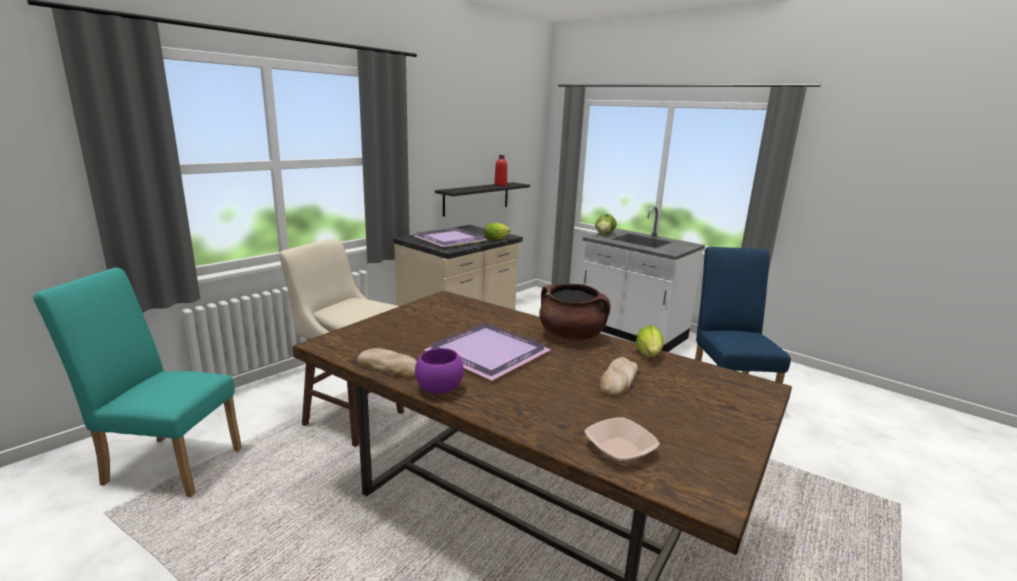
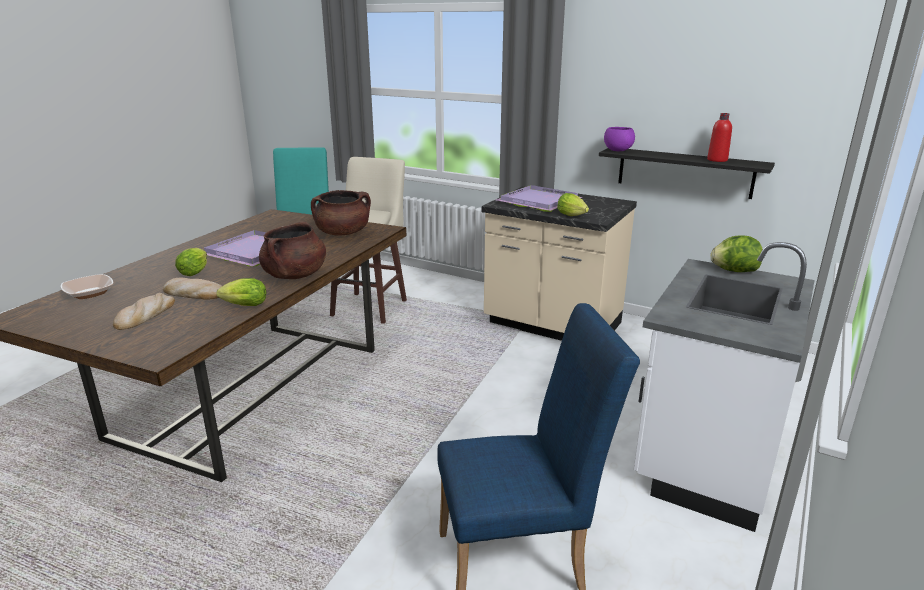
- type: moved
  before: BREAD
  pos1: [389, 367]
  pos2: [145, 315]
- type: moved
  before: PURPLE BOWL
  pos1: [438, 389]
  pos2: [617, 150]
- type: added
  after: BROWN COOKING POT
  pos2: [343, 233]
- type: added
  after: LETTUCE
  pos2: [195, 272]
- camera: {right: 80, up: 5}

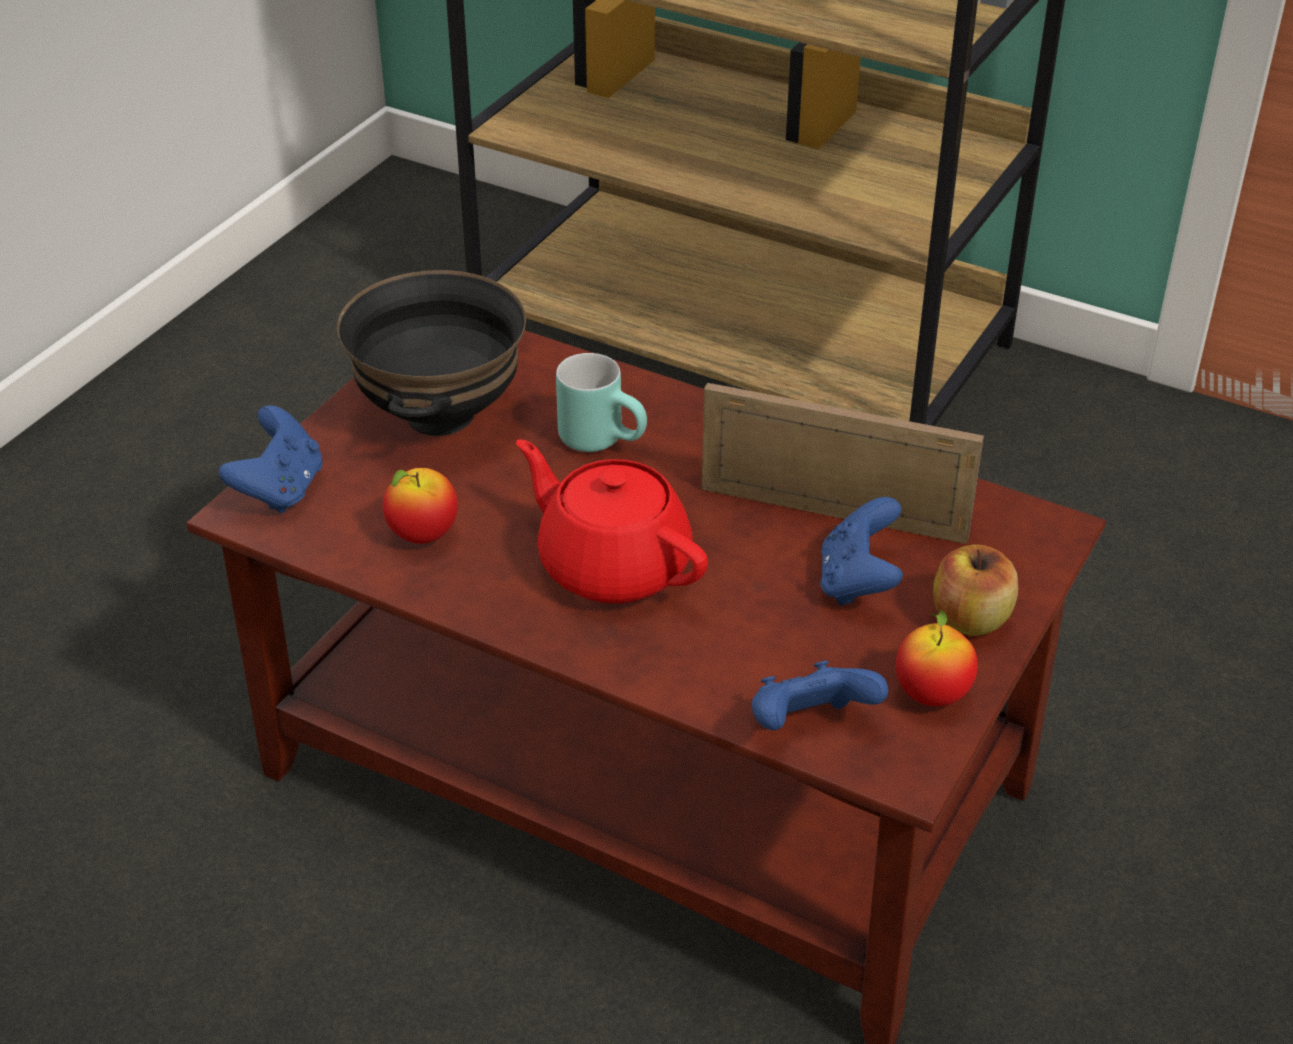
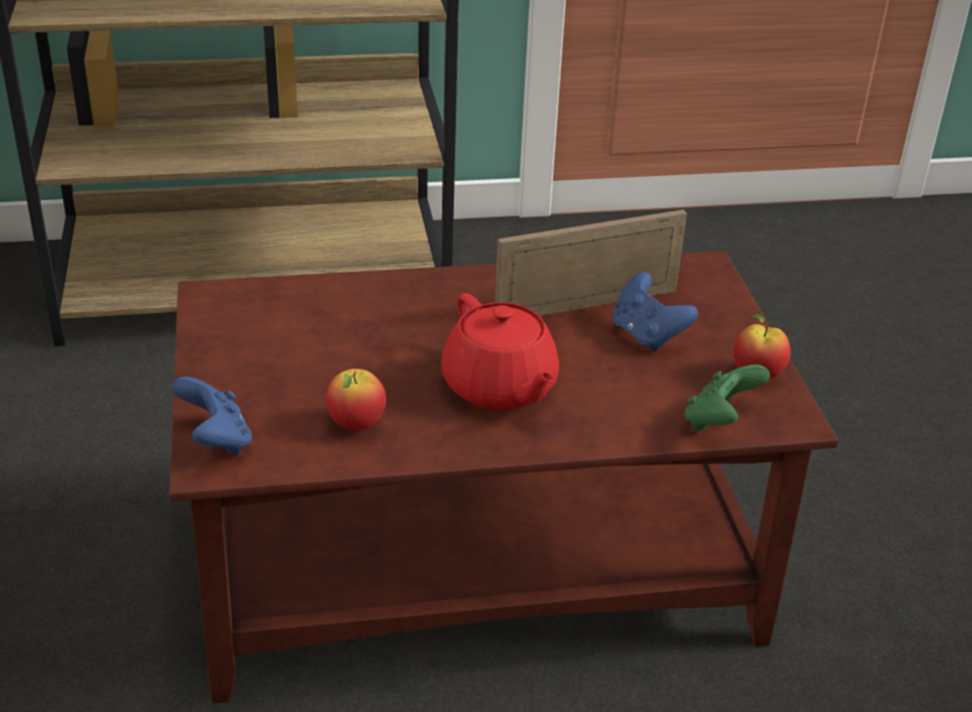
- type: removed
  before: BLACK BOWL
  pos1: [438, 415]
- type: removed
  before: TURQUOISE MUG
  pos1: [605, 439]
- type: turned
  before: RED TEAPOT
  pos1: [612, 565]
  pos2: [499, 388]
  turn: -120
- type: removed
  before: APPLE
  pos1: [971, 619]
- type: recoloured
  before: BLUE GAME CONTROLLER
  after: GREEN GAME CONTROLLER
  pos1: [809, 726]
  pos2: [719, 422]
- camera: {right: -40, up: -5}

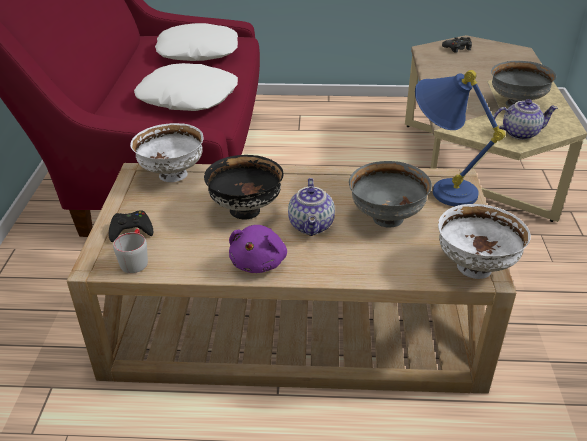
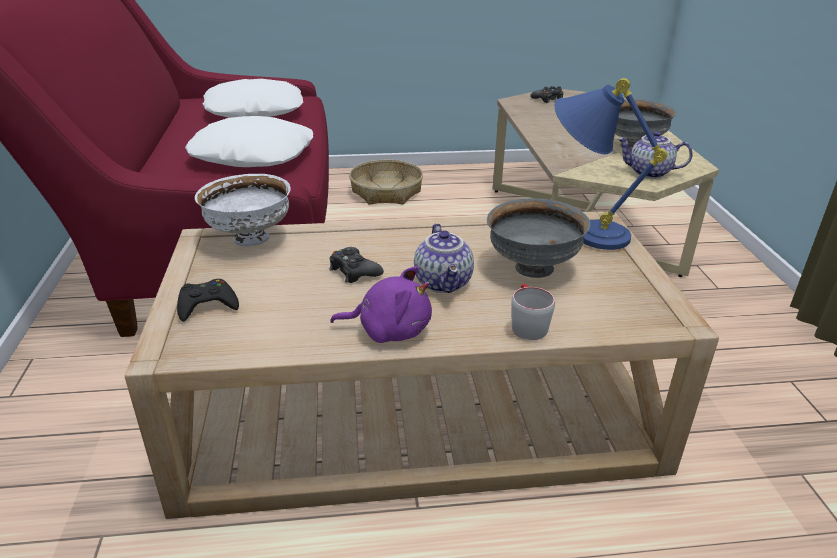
- type: turned
  before: TEAPOT
  pos1: [520, 133]
  pos2: [648, 173]
  turn: -150
- type: replaced
  before: BLACK BOWL
  after: BLACK GAME CONTROLLER
  pos1: [245, 210]
  pos2: [354, 271]
- type: removed
  before: WHITE BOWL
  pos1: [474, 266]
- type: turned
  before: PURPLE PLUSH TOY
  pos1: [259, 262]
  pos2: [389, 330]
  turn: -90
- type: moved
  before: GREY MUG
  pos1: [135, 259]
  pos2: [526, 324]
- type: added
  after: BASKET
  pos2: [386, 192]
- camera: {right: -10, up: -5}

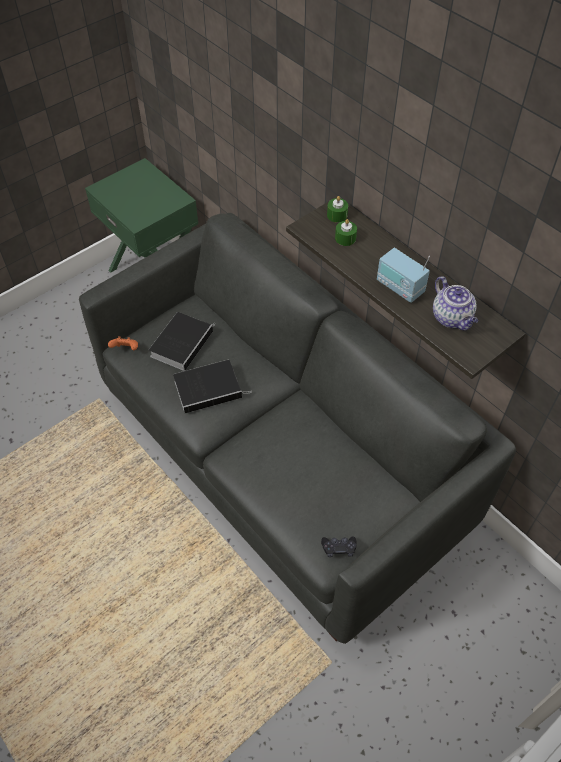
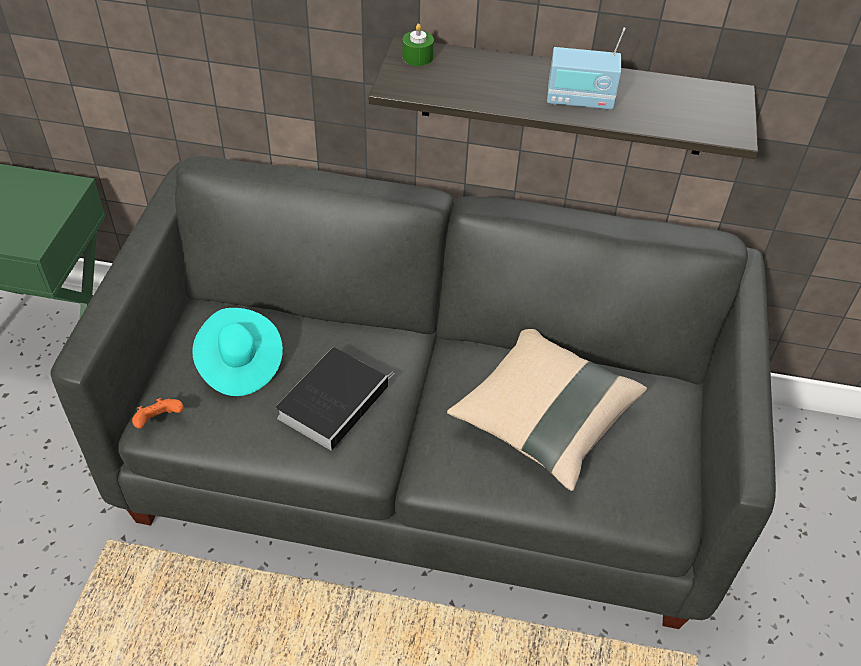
- type: removed
  before: GREEN CANDLE
  pos1: [345, 238]
- type: removed
  before: TEAPOT
  pos1: [452, 318]
- type: replaced
  before: BOOK
  after: TURQUOISE HAT
  pos1: [182, 342]
  pos2: [239, 365]
- type: removed
  before: BLACK GAME CONTROLLER
  pos1: [339, 548]
- type: added
  after: BEIGE PILLOW
  pos2: [544, 419]
- camera: {right: -40, up: -5}

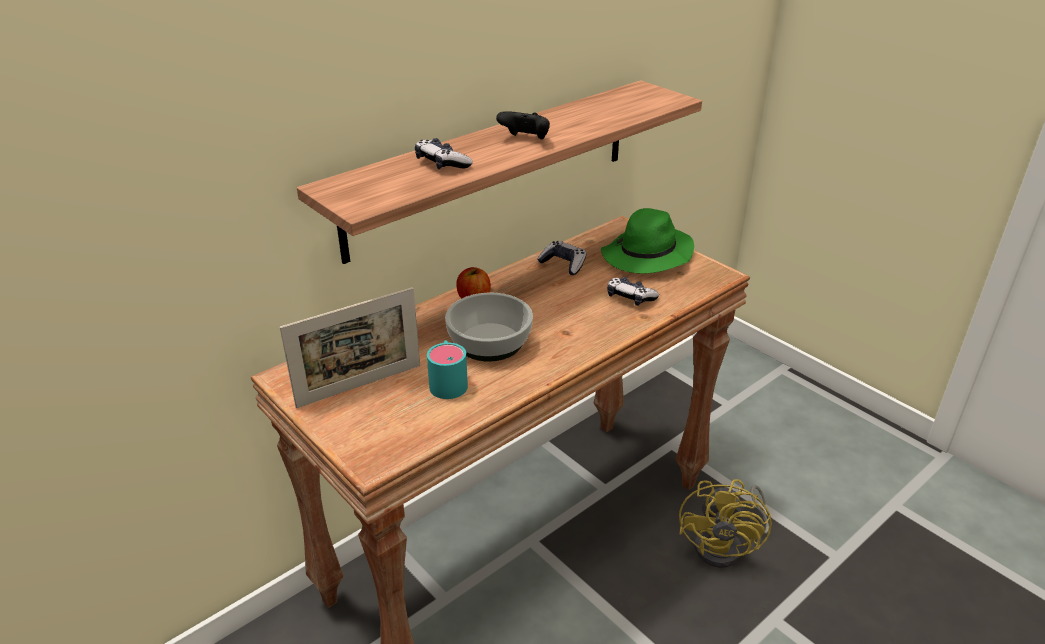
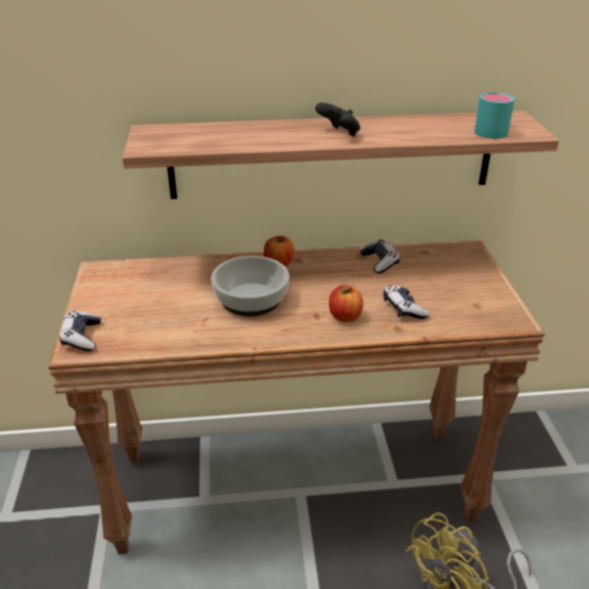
- type: moved
  before: GAME CONTROLLER
  pos1: [442, 163]
  pos2: [81, 337]
- type: removed
  before: GREEN HAT
  pos1: [647, 256]
- type: removed
  before: PICTURE FRAME
  pos1: [360, 385]
- type: moved
  before: TURQUOISE MUG
  pos1: [448, 381]
  pos2: [493, 130]
- type: added
  after: APPLE
  pos2: [345, 316]
- camera: {right: 35, up: 0}

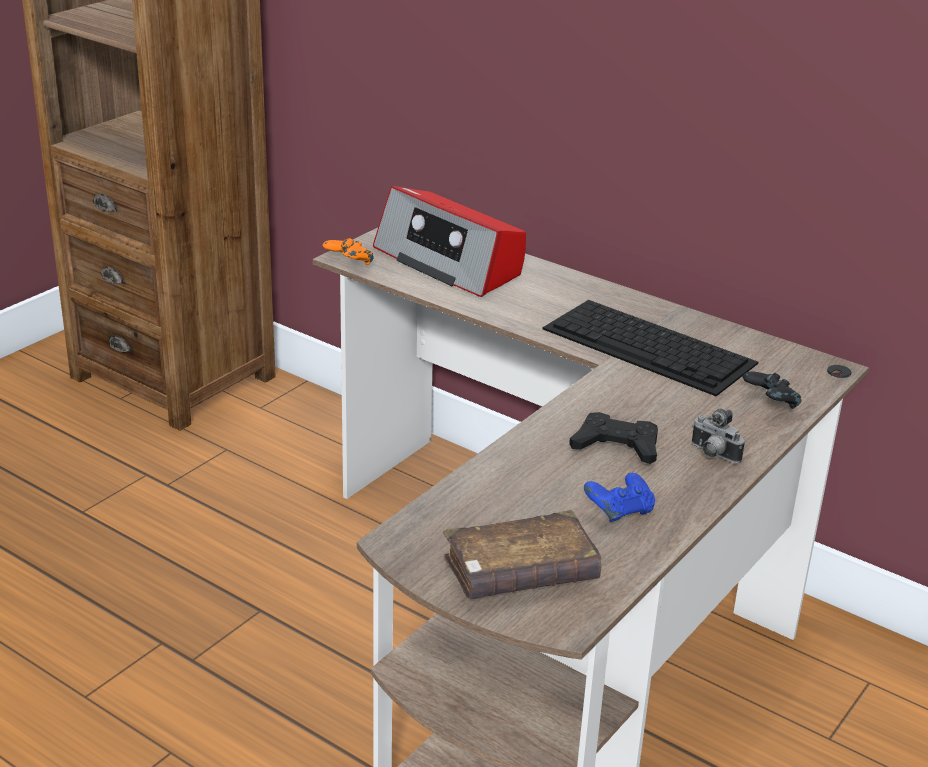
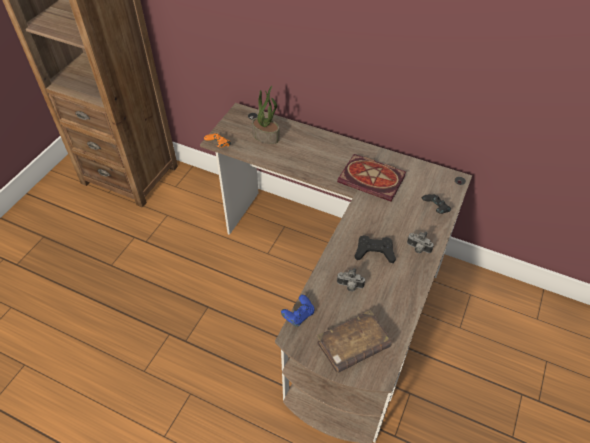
- type: replaced
  before: RADIO
  after: POTTED PLANT
  pos1: [450, 262]
  pos2: [266, 136]
- type: replaced
  before: KEYBOARD
  after: BOOK
  pos1: [650, 346]
  pos2: [373, 179]
- type: moved
  before: BLUE GAME CONTROLLER
  pos1: [619, 512]
  pos2: [298, 315]
- type: added
  after: PHOTO CAMERA
  pos2: [349, 286]
- camera: {right: -10, up: 20}

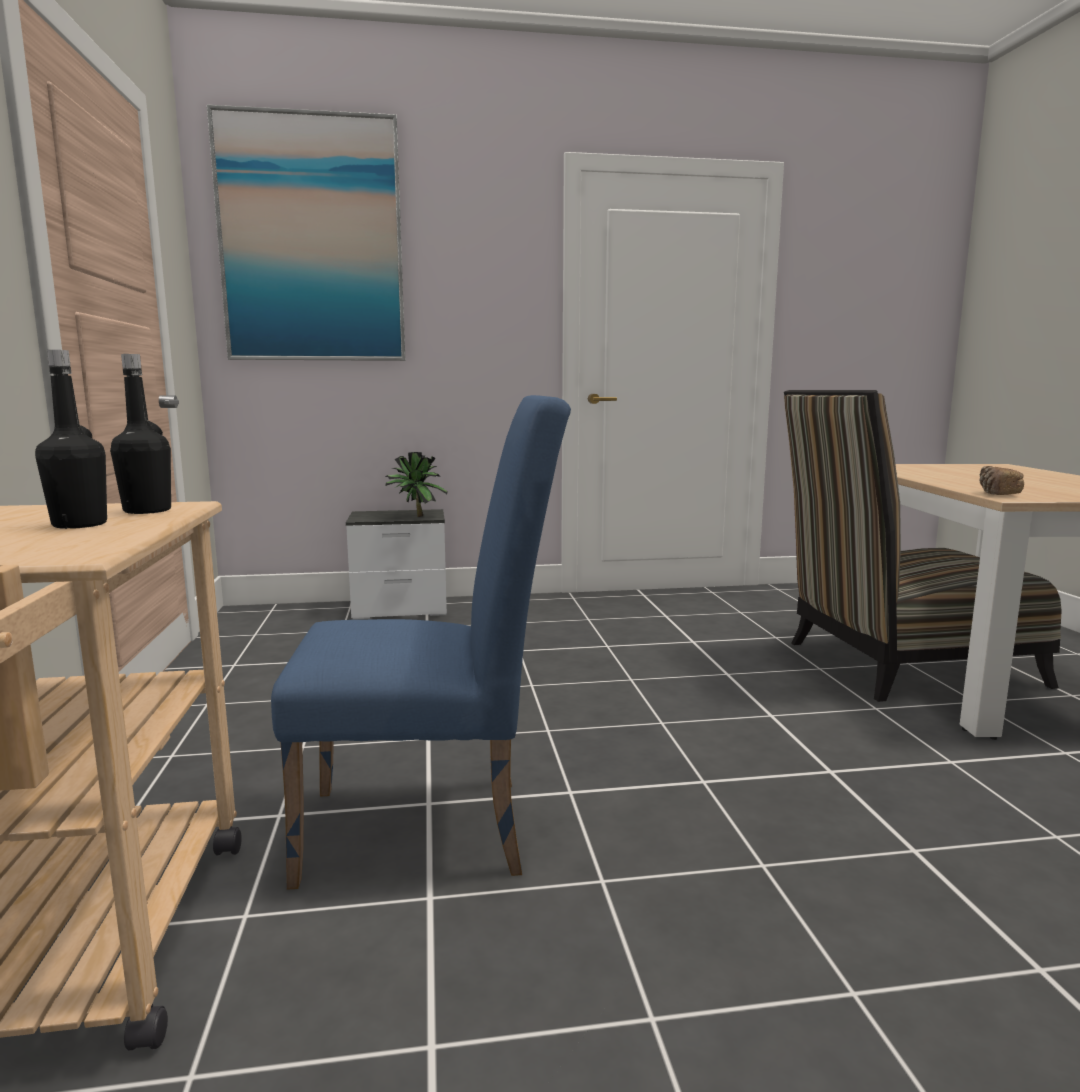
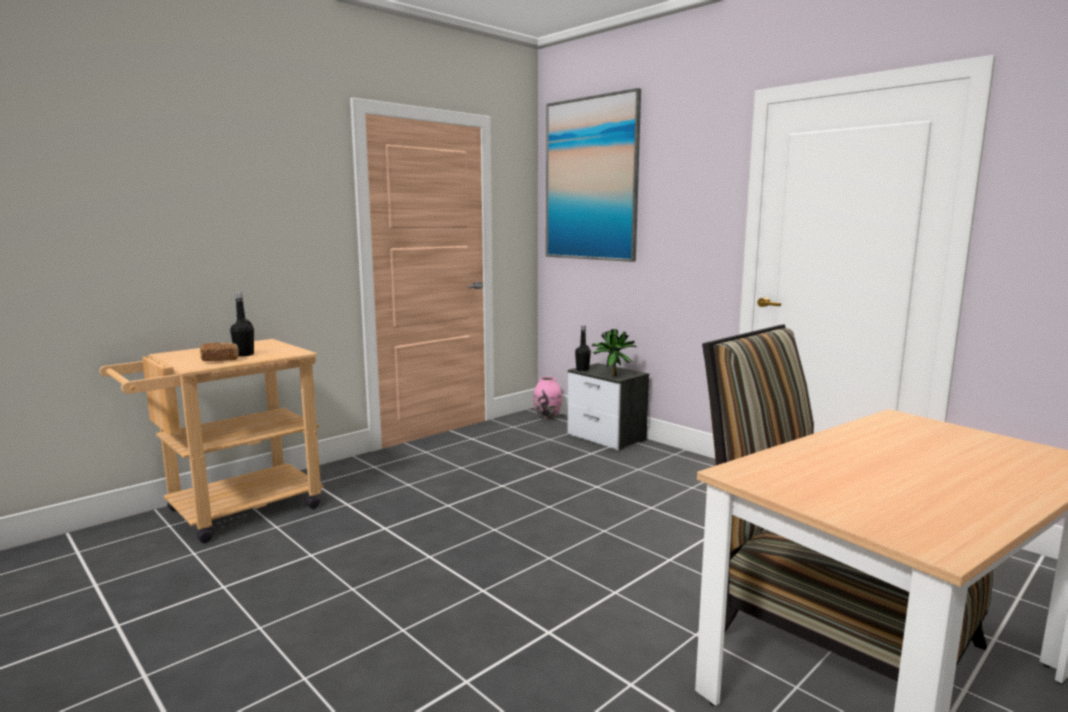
- type: moved
  before: BLACK BOTTLE
  pos1: [147, 511]
  pos2: [582, 370]
- type: removed
  before: BLUE CHAIR
  pos1: [434, 828]
- type: moved
  before: BREAD
  pos1: [997, 494]
  pos2: [220, 361]
- type: added
  after: PINK VASE
  pos2: [547, 417]
- camera: {right: 55, up: 0}

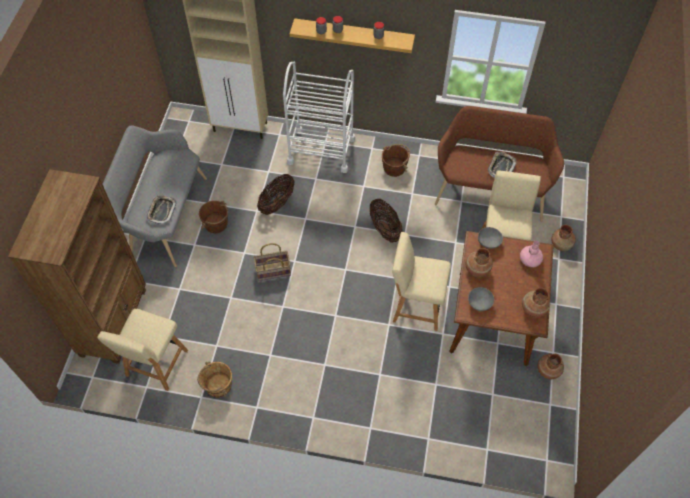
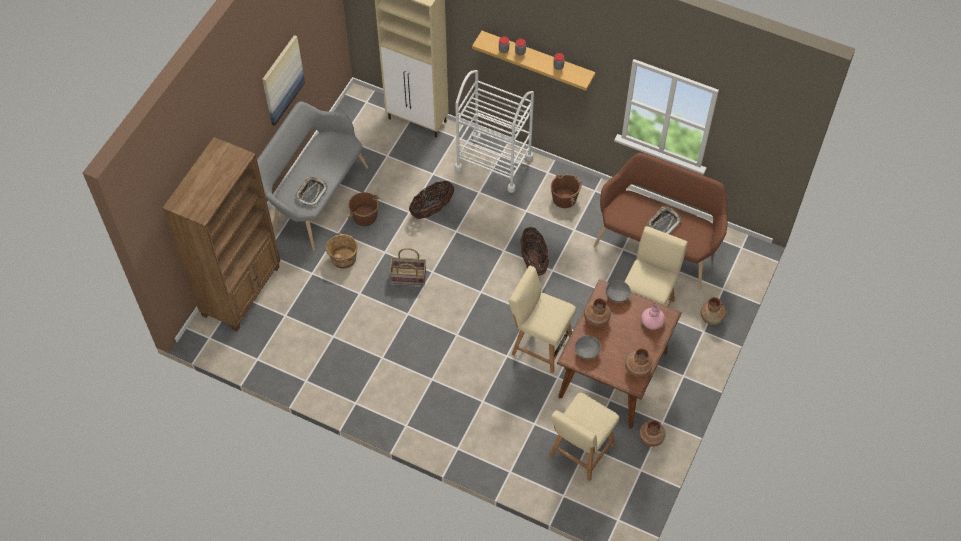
- type: moved
  before: BEIGE CHAIR
  pos1: [155, 366]
  pos2: [580, 452]
- type: moved
  before: BROWN BUCKET
  pos1: [218, 385]
  pos2: [343, 258]
- type: added
  after: PICTURE
  pos2: [282, 80]
- camera: {right: 15, up: 0}

